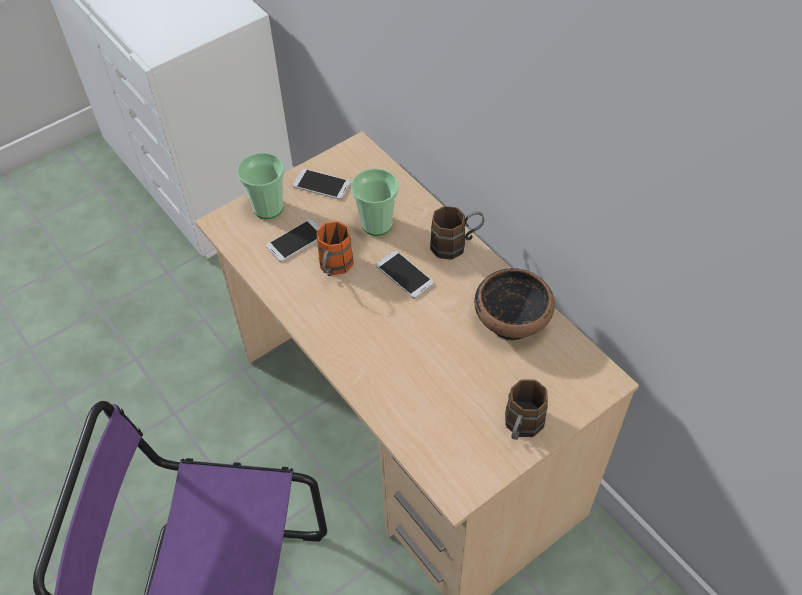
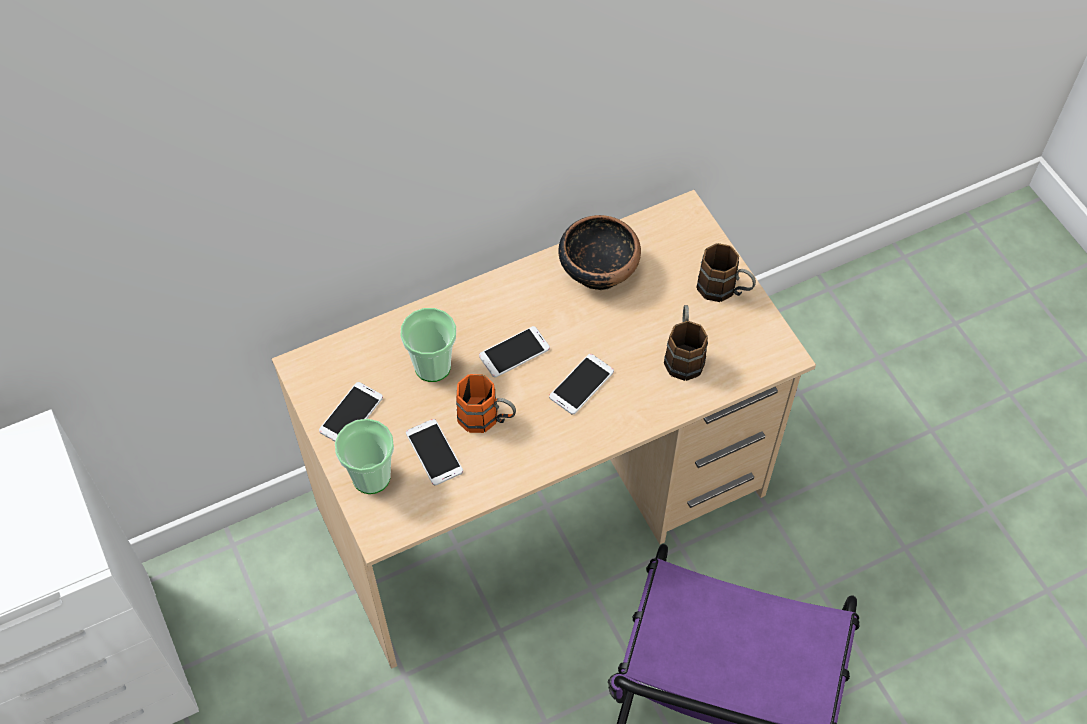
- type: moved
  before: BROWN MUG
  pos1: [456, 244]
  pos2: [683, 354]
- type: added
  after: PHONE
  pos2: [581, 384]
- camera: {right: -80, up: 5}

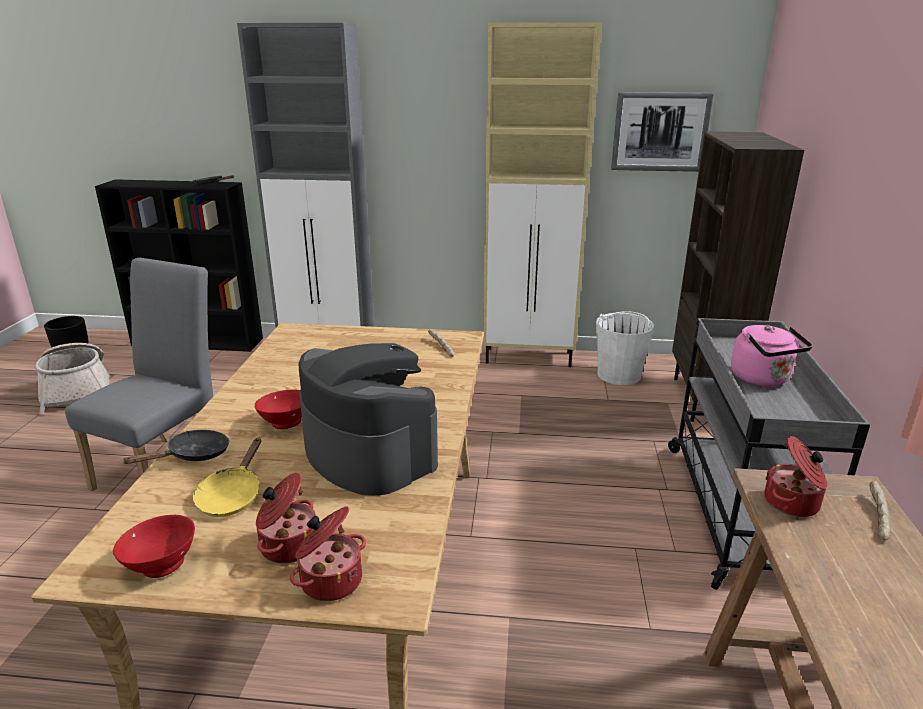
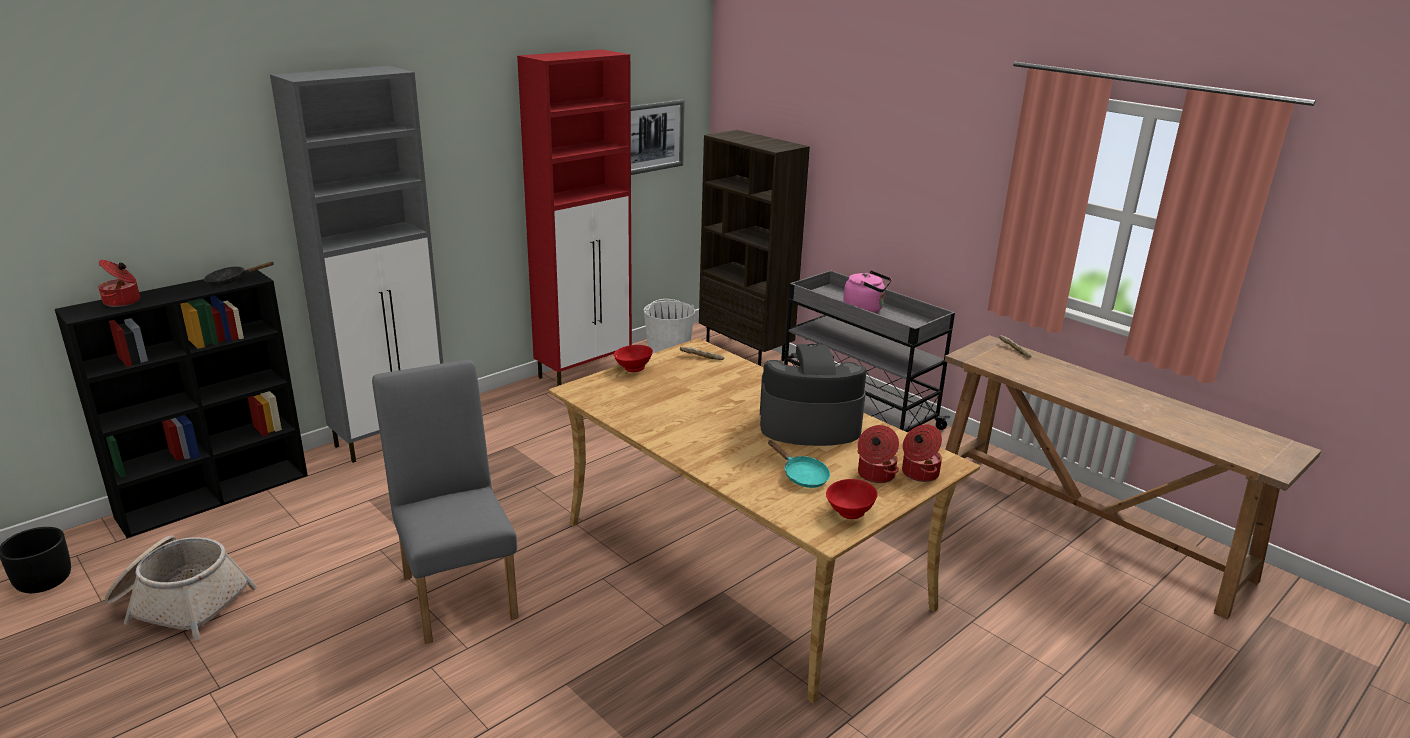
- type: recoloured
  before: BEIGE CABINET
  after: RED CABINET
  pos1: [529, 357]
  pos2: [585, 371]
- type: moved
  before: RED BOWL
  pos1: [286, 422]
  pos2: [633, 368]
- type: removed
  before: BLACK FRYING PAN
  pos1: [193, 455]
- type: moved
  before: COOKING POT
  pos1: [793, 503]
  pos2: [123, 301]
- type: recoloured
  before: YELLOW FRYING PAN
  after: TURQUOISE FRYING PAN
  pos1: [232, 495]
  pos2: [802, 476]
- camera: {right: -50, up: 0}

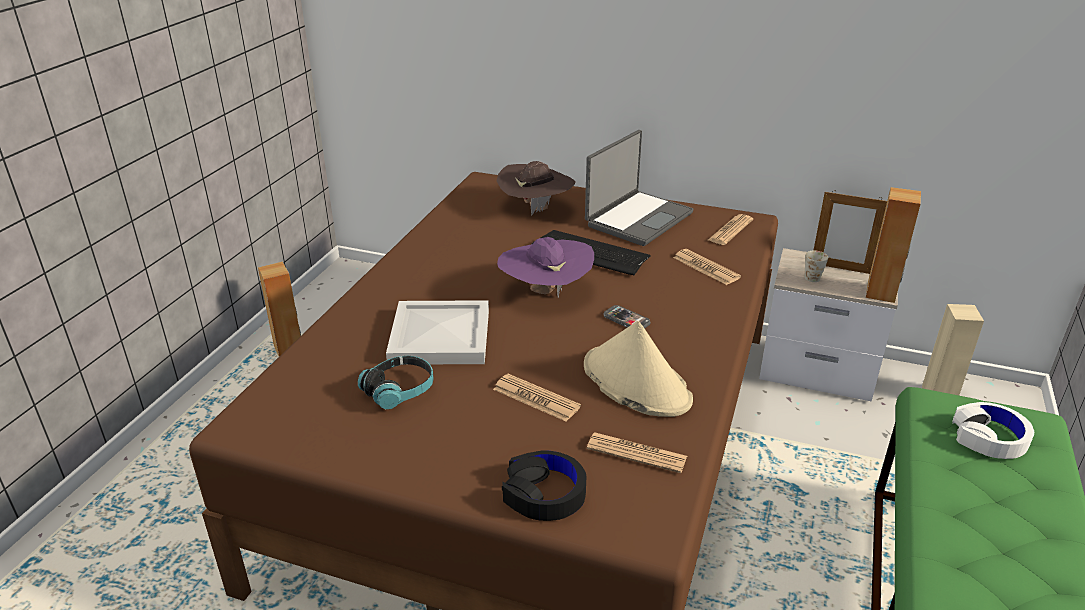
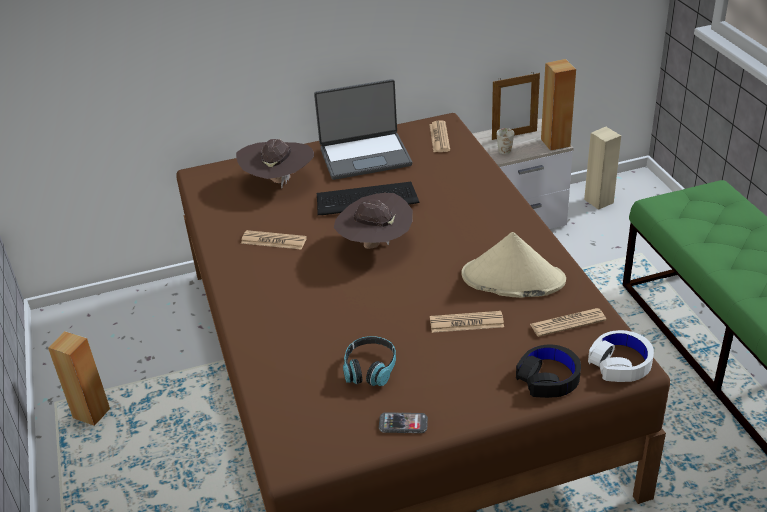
- type: turned
  before: LAPTOP
  pos1: [637, 219]
  pos2: [365, 156]
  turn: 75
- type: recoloured
  before: PURPLE HAT
  after: BROWN HAT
  pos1: [545, 293]
  pos2: [375, 245]
- type: moved
  before: NEWSPAPER
  pos1: [706, 268]
  pos2: [273, 241]
- type: removed
  before: WHITE TRAY
  pos1: [438, 337]
- type: moved
  before: PHONE
  pos1: [626, 320]
  pos2: [403, 424]
- type: moved
  before: WHITE HEADPHONES
  pos1: [989, 438]
  pos2: [620, 363]
- camera: {right: -35, up: 5}

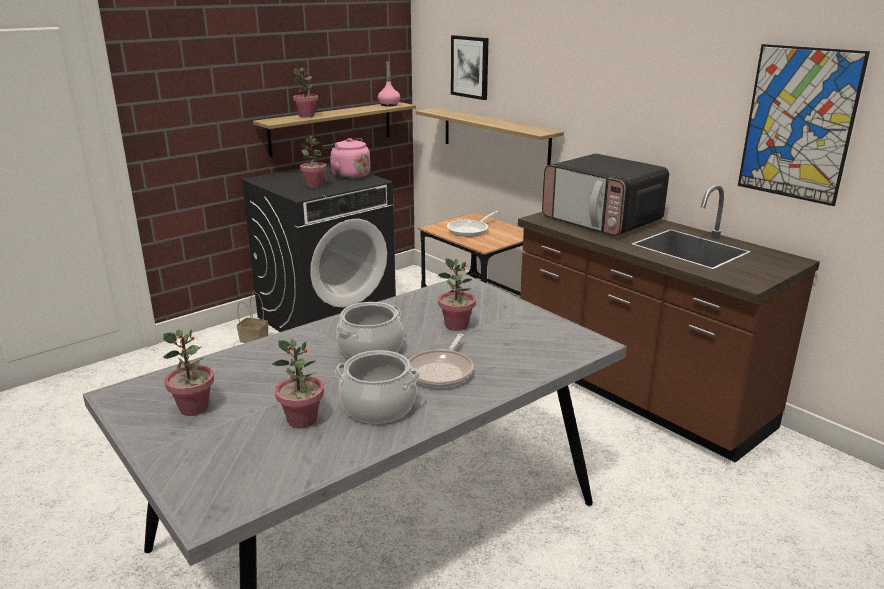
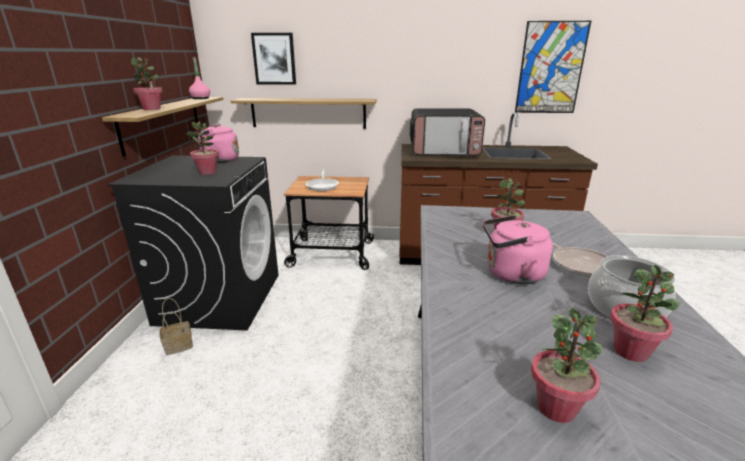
- type: replaced
  before: COOKING POT
  after: PINK KETTLE
  pos1: [370, 350]
  pos2: [511, 274]
- camera: {right: -45, up: 0}

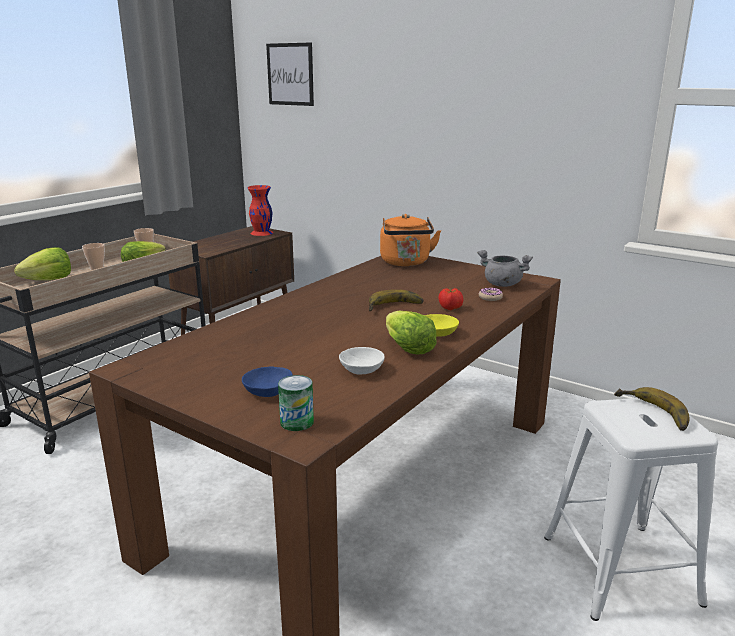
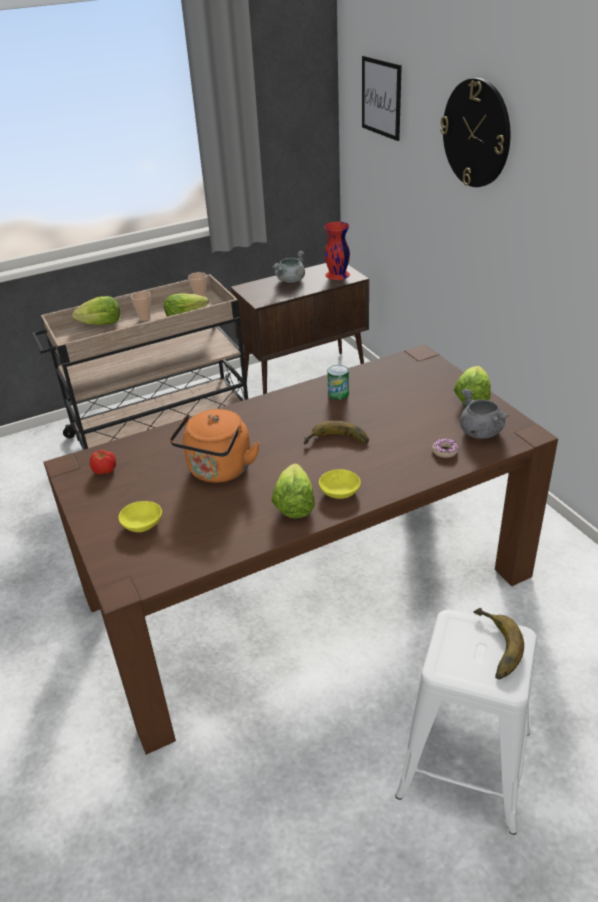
- type: moved
  before: ORANGE KETTLE
  pos1: [406, 263]
  pos2: [218, 471]
- type: moved
  before: TOMATO
  pos1: [450, 308]
  pos2: [105, 470]
- type: removed
  before: WHITE BOWL
  pos1: [362, 370]
- type: recoloured
  before: BLUE BOWL
  after: YELLOW BOWL
  pos1: [268, 390]
  pos2: [143, 523]
- type: moved
  before: CAN
  pos1: [297, 422]
  pos2: [338, 394]
- type: added
  after: WALL CLOCK
  pos2: [476, 133]
- type: added
  after: GREY COOKING POT
  pos2: [290, 280]
- type: added
  after: LETTUCE
  pos2: [471, 398]
- camera: {right: 30, up: 15}

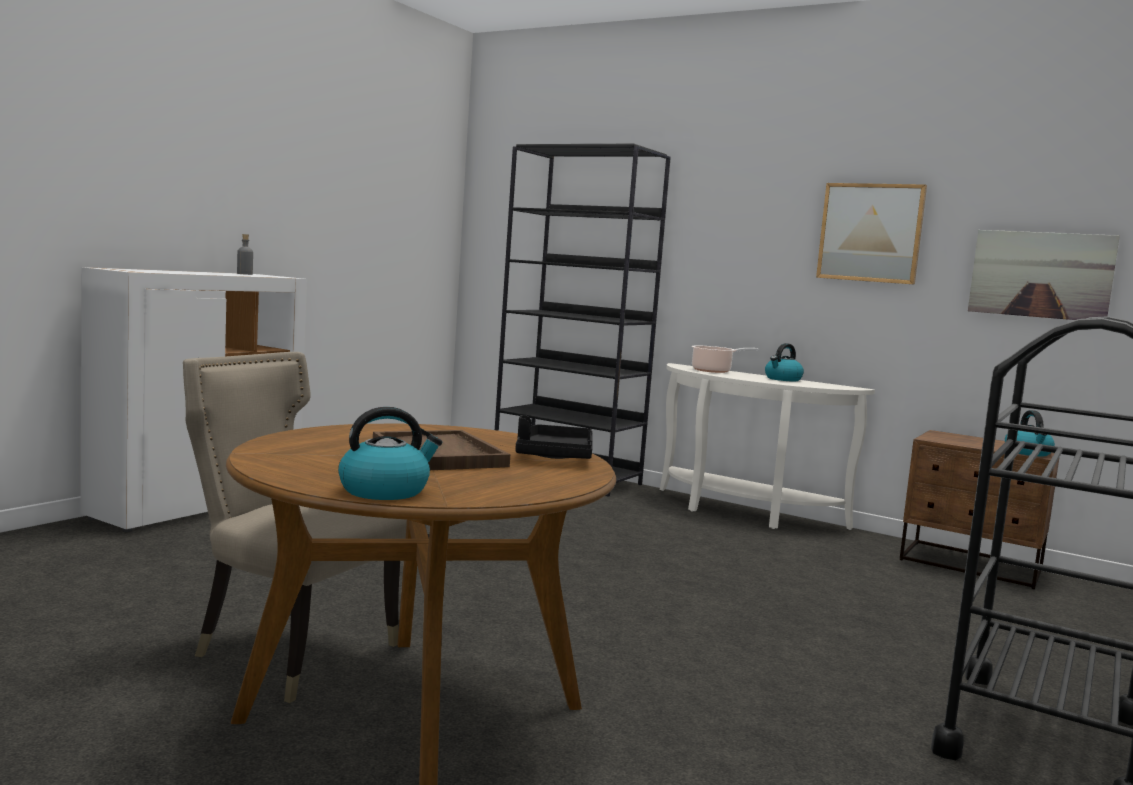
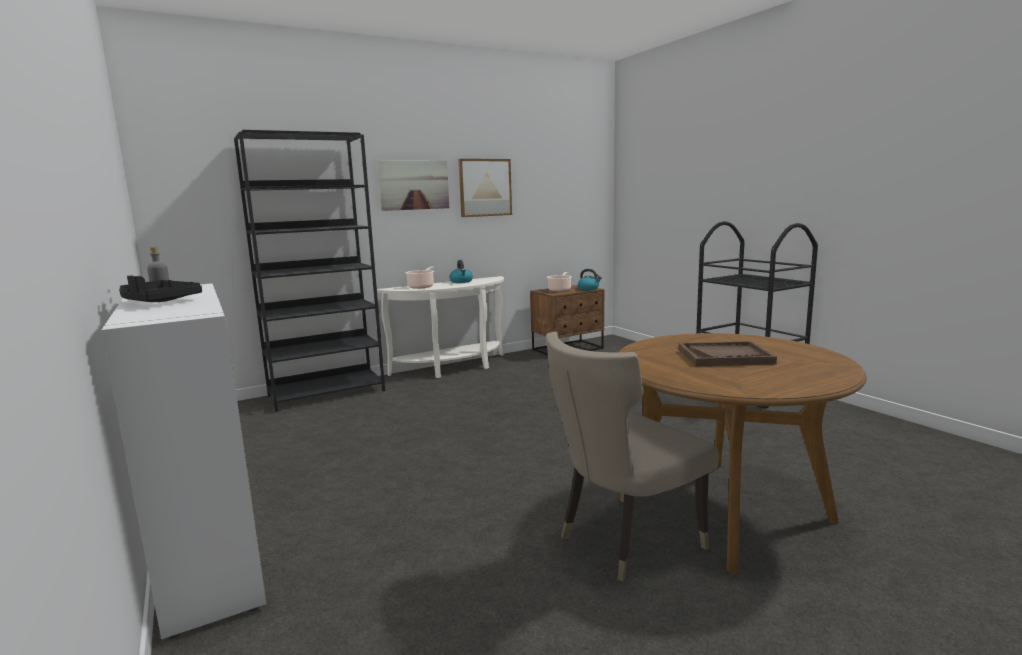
- type: moved
  before: PICTURE
  pos1: [1040, 275]
  pos2: [414, 185]
- type: removed
  before: KETTLE
  pos1: [385, 491]
- type: moved
  before: BLACK TRAY
  pos1: [554, 456]
  pos2: [158, 301]
- type: added
  after: COOKING POT
  pos2: [560, 290]
- camera: {right: -60, up: 5}

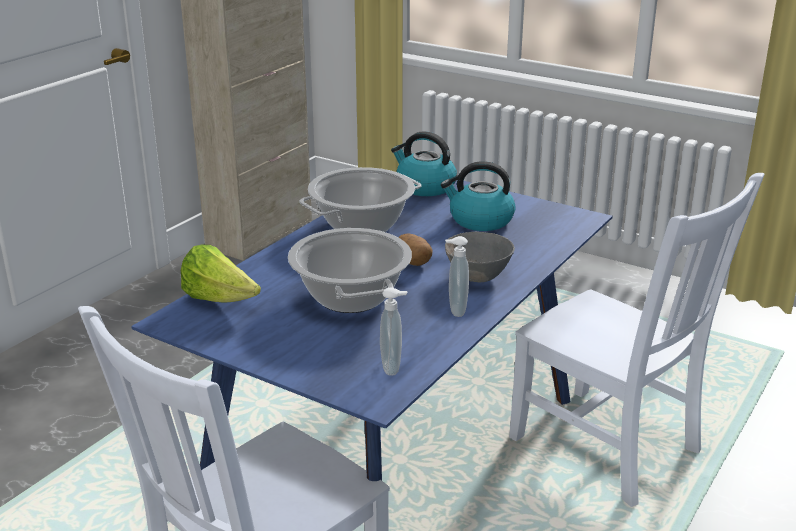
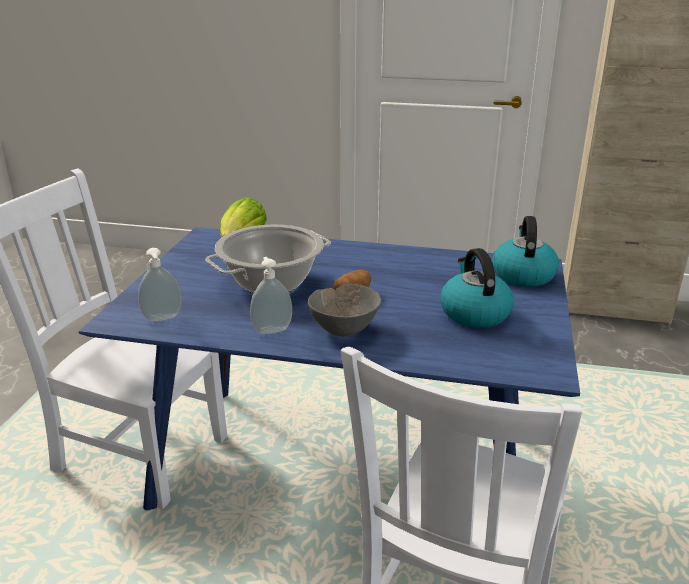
- type: removed
  before: COOKING POT
  pos1: [362, 225]
- camera: {right: 70, up: 0}

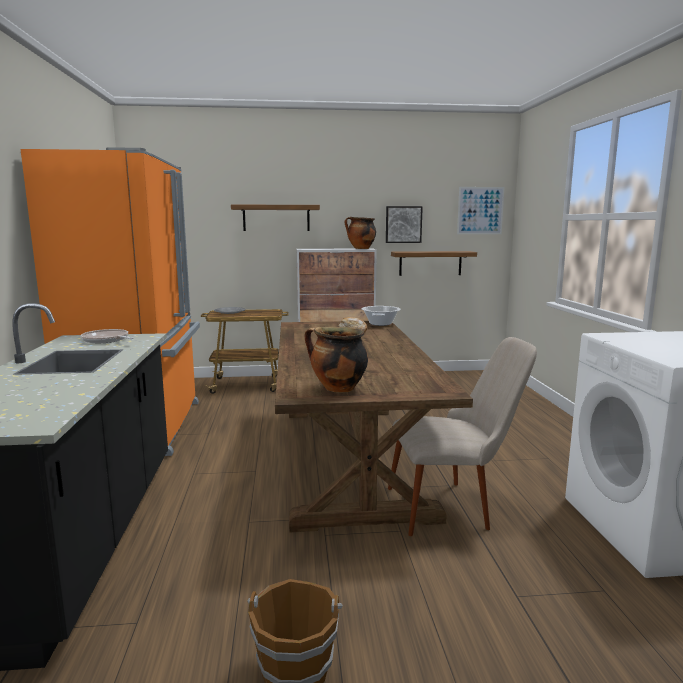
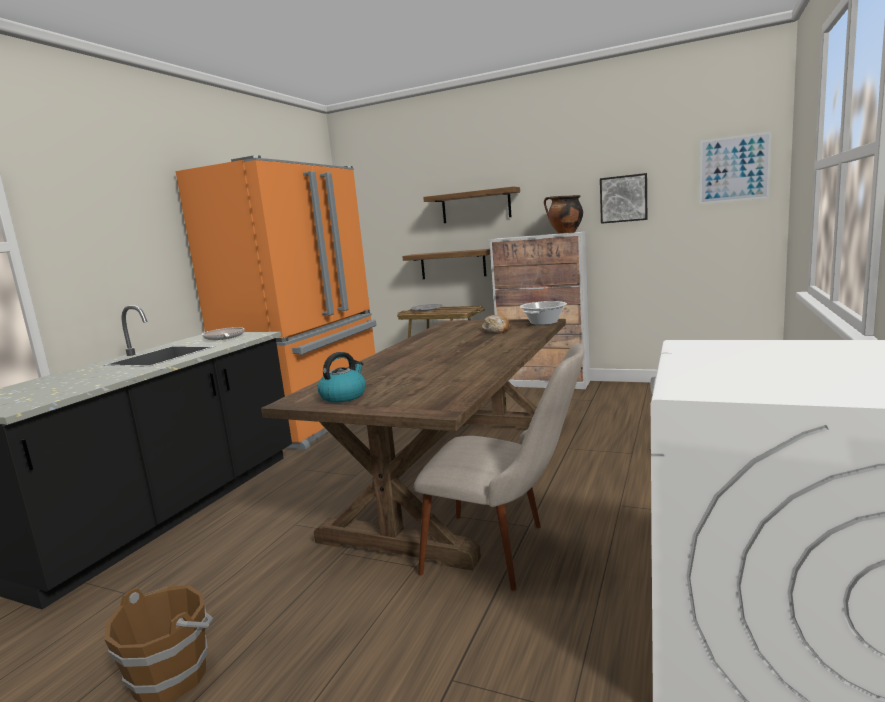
- type: moved
  before: SHELF
  pos1: [430, 263]
  pos2: [453, 264]
- type: replaced
  before: COOKING POT
  after: KETTLE
  pos1: [337, 389]
  pos2: [343, 396]
- camera: {right: 30, up: 0}

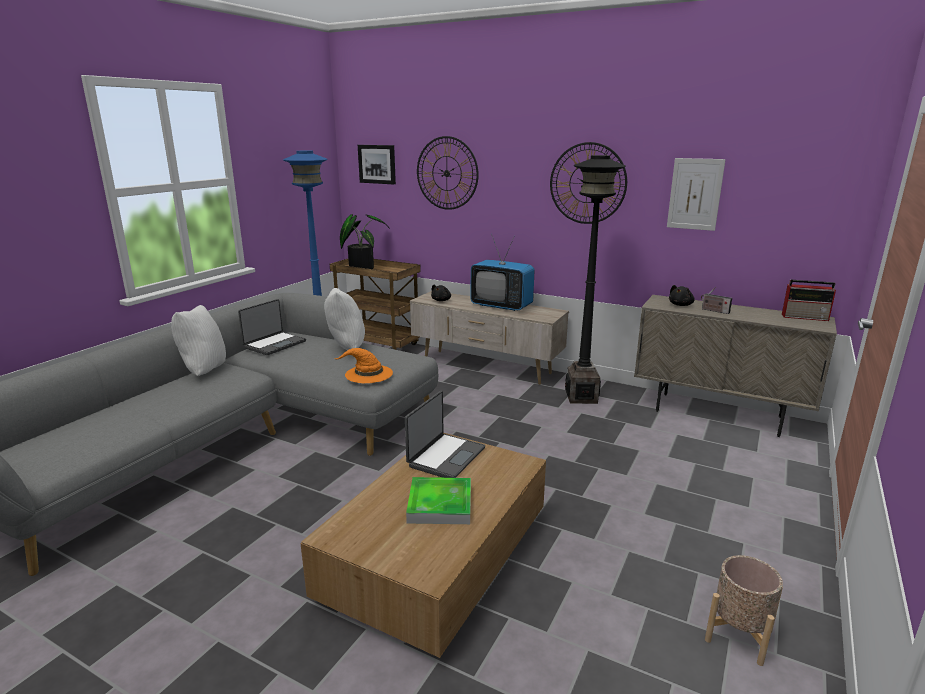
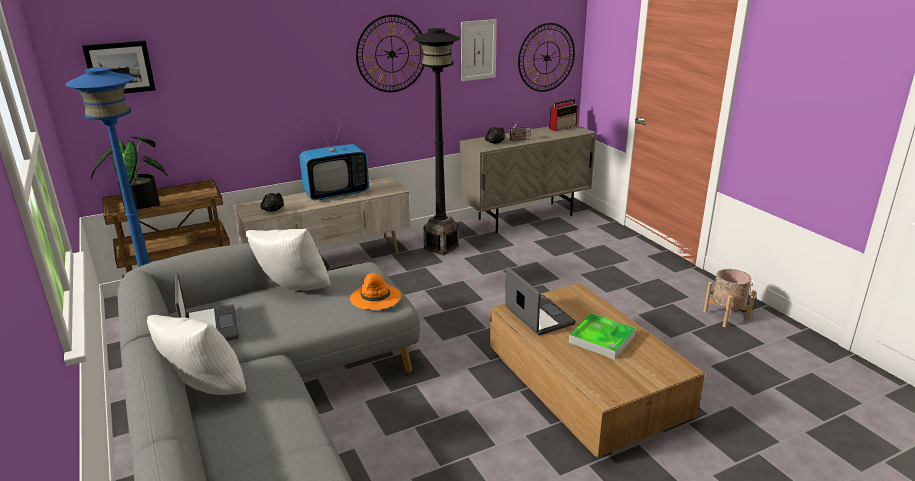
- type: moved
  before: WALL CLOCK
  pos1: [447, 173]
  pos2: [546, 57]
- camera: {right: -55, up: 5}

